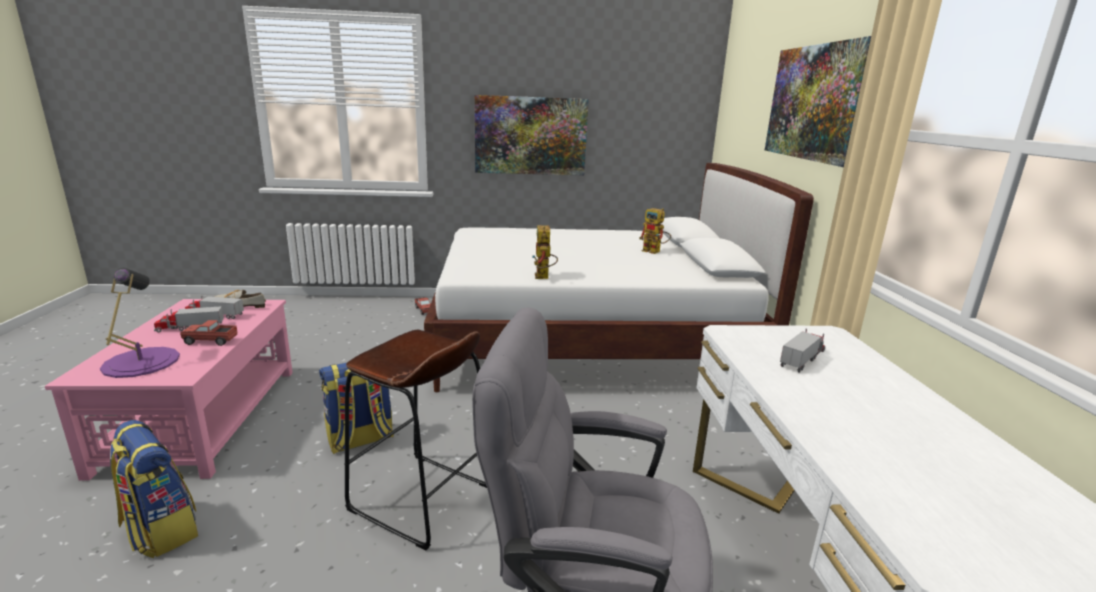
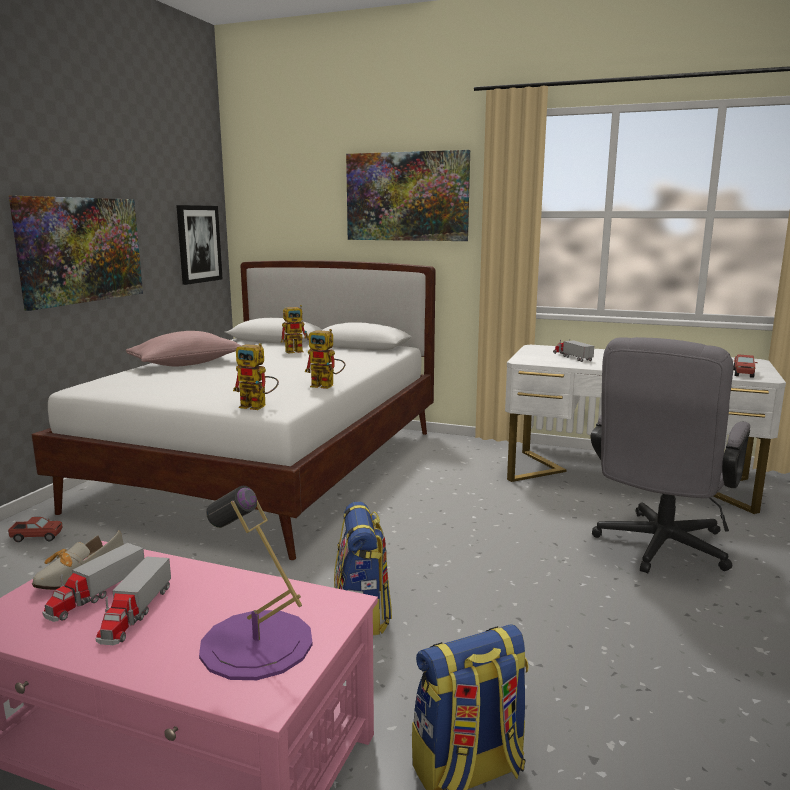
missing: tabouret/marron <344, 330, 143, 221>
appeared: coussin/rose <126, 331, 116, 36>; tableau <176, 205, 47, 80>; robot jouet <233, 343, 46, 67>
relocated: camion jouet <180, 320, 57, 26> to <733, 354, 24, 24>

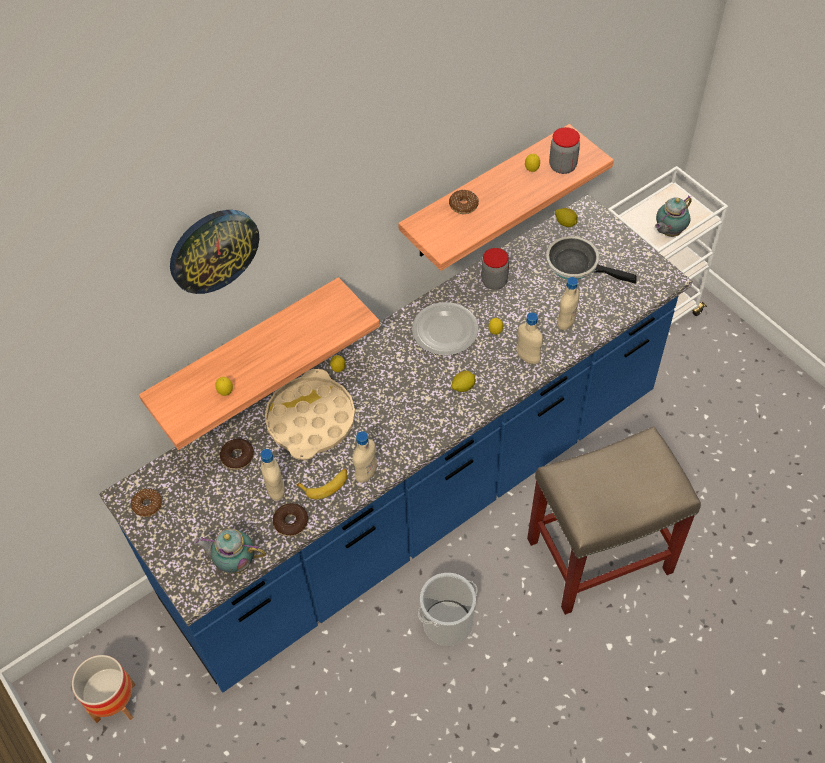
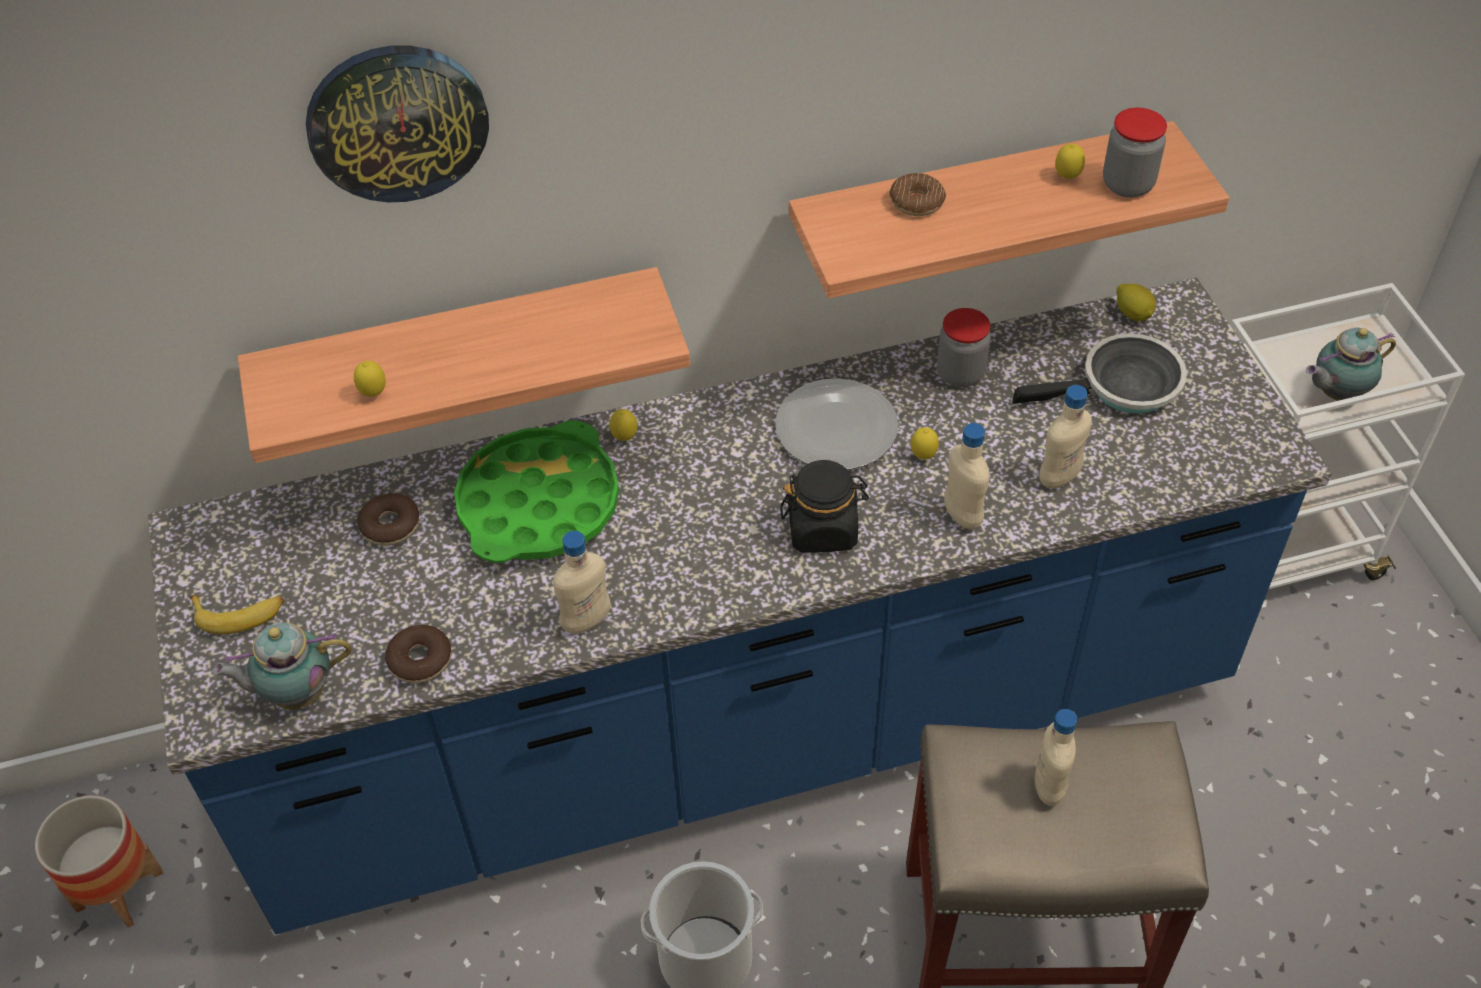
missing: beignet <131, 489, 31, 28>
relocated: bouteille/beige <260, 449, 25, 52> to <1035, 709, 42, 97>; banane <297, 469, 50, 31> to <190, 595, 94, 39>
exchanged: citron <451, 371, 24, 21> to bocal/noir <780, 460, 89, 93>
colour: plateau/beige <265, 369, 90, 91> to plateau/vert <454, 420, 165, 143>
spun: théière <194, 529, 72, 45> = <213, 622, 138, 87> 45 degrees counterclockwise; poêle <546, 236, 91, 48> = <1012, 333, 175, 81> 120 degrees clockwise

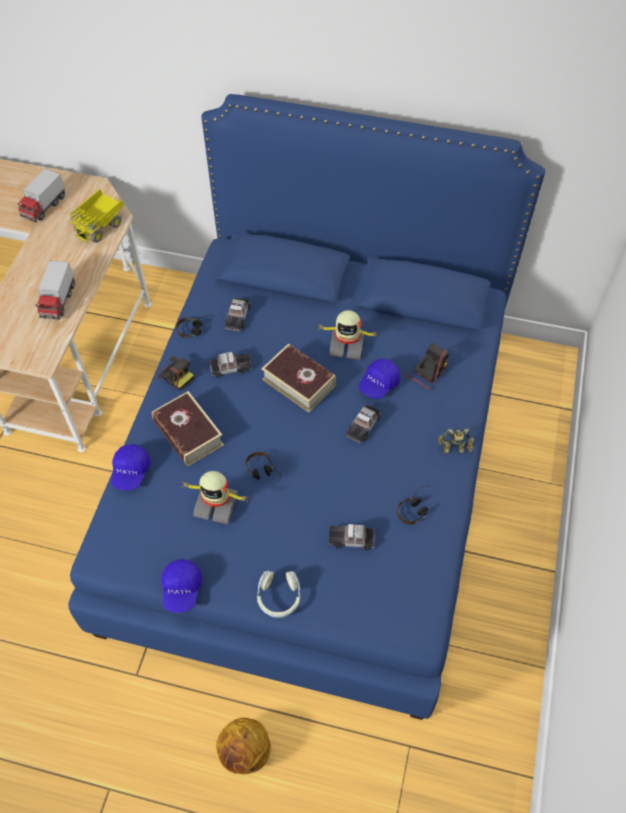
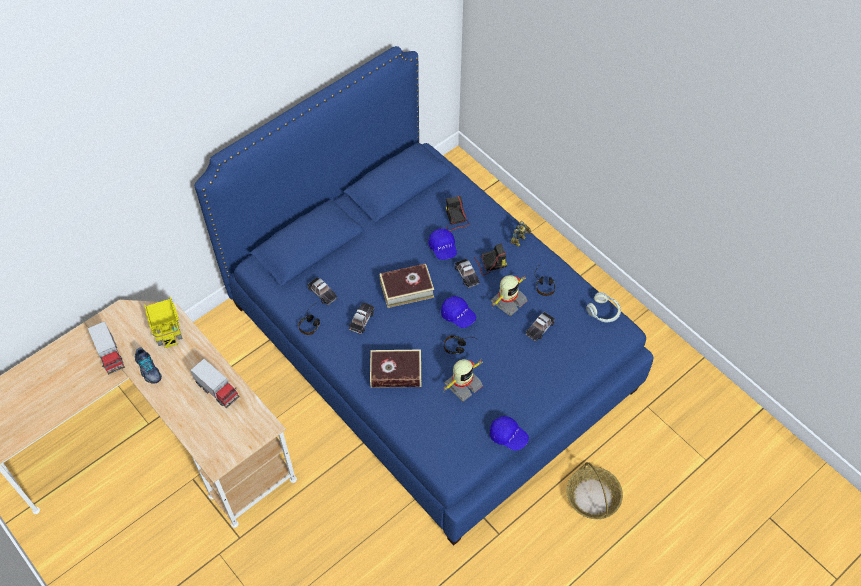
appeared: chaussure <135, 347, 27, 37>
relocated: casquette/bleu <111, 444, 40, 47> to <441, 296, 35, 32>; appareil photo <154, 355, 40, 35> to <475, 244, 32, 31>; casque audio <257, 571, 43, 47> to <586, 292, 35, 30>; robot jouet <316, 310, 63, 50> to <491, 274, 37, 42>
exchanged: ballon de basket <216, 718, 55, 56> to panier <567, 462, 56, 57>

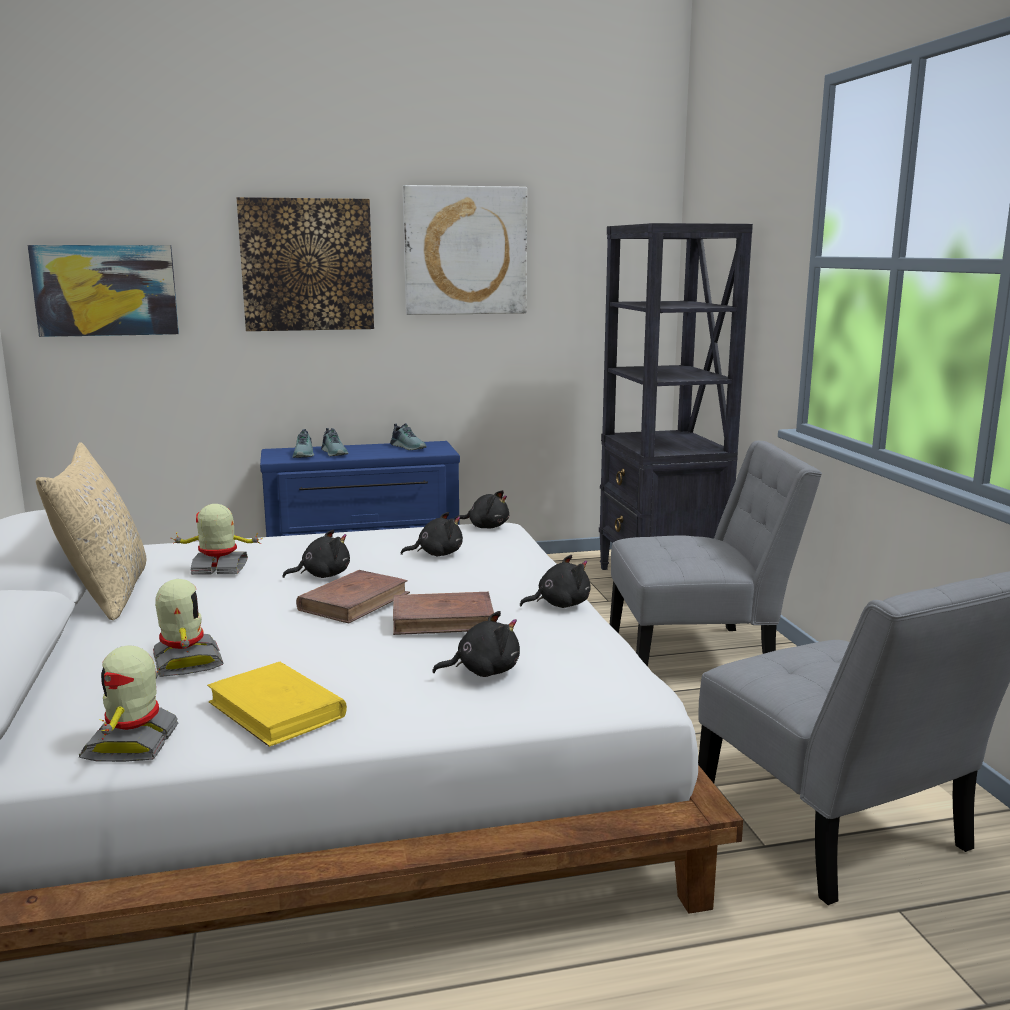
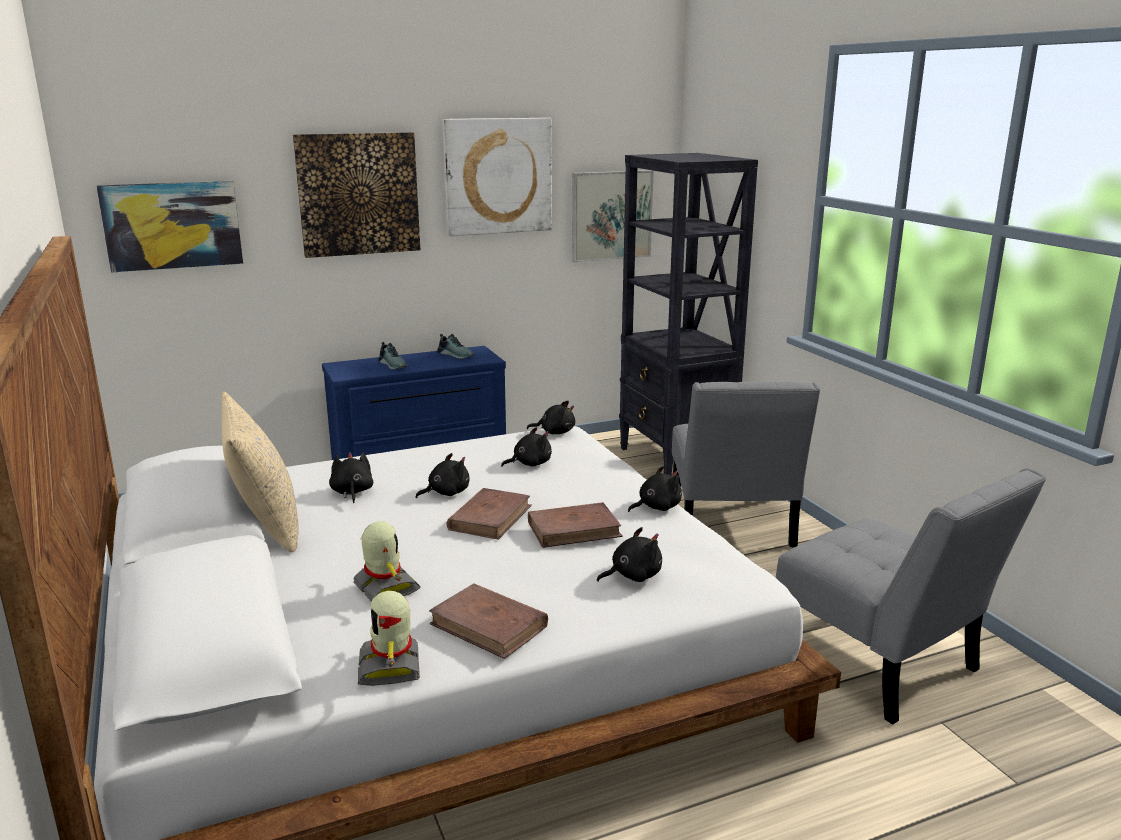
missing: chaussure <293, 429, 21, 29>
appeared: tableau <572, 170, 82, 92>
exchanged: robot jouet <171, 504, 91, 71> to peluche/noir <329, 452, 44, 51>
colour: livre/jaune <207, 662, 140, 85> to livre/marron <429, 583, 119, 76>
spun: chaise/gris <610, 441, 212, 225> = <672, 382, 149, 165> 105 degrees clockwise

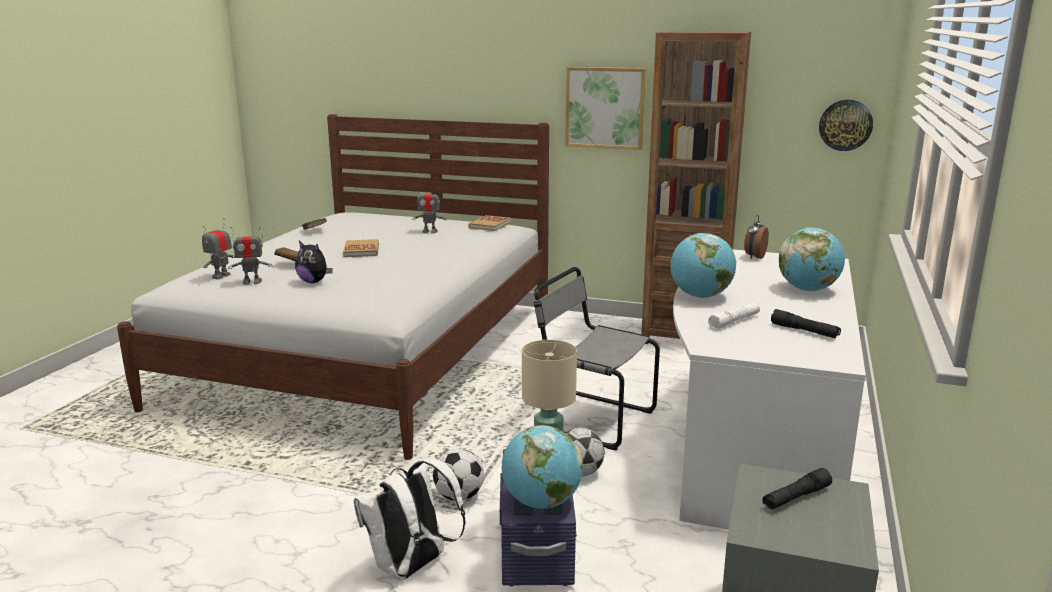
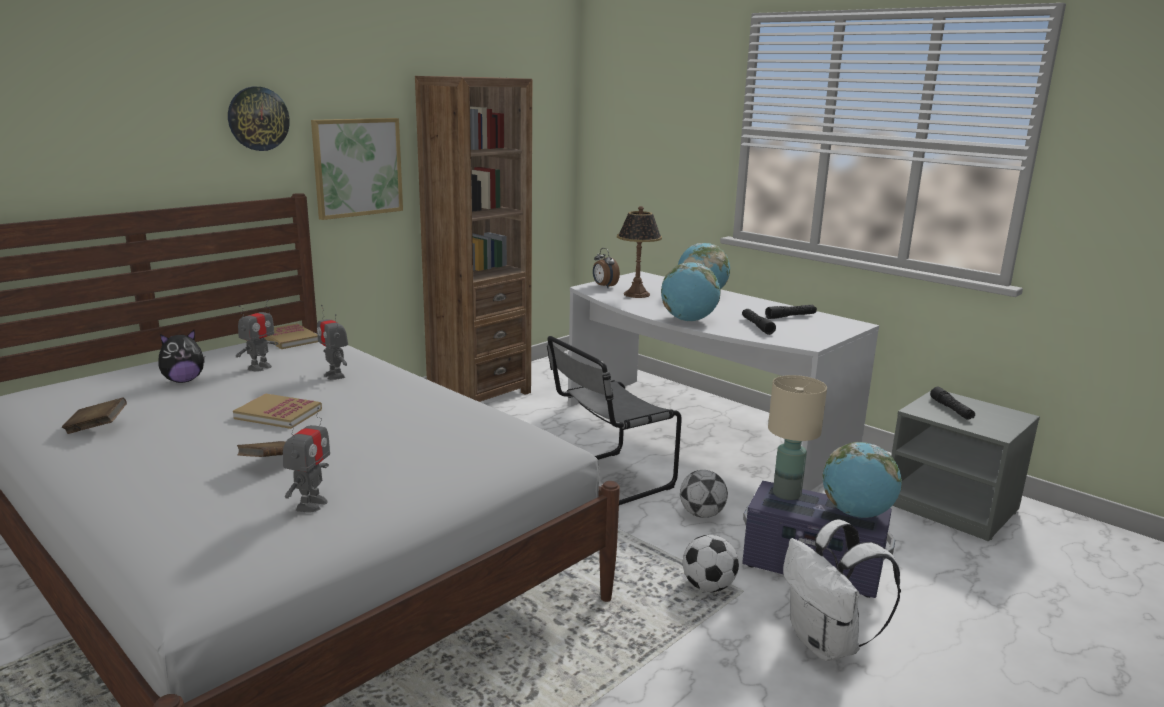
appeared: lampe de table <617, 206, 45, 92>
relocated: robot jouet <202, 218, 33, 61> to <317, 305, 31, 75>; peluche <295, 241, 38, 42> to <158, 330, 47, 53>; horloge murale <819, 100, 54, 51> to <228, 87, 62, 64>
colour: lampe de poche/blanc <708, 303, 52, 27> to lampe de poche/noir <742, 309, 34, 26>

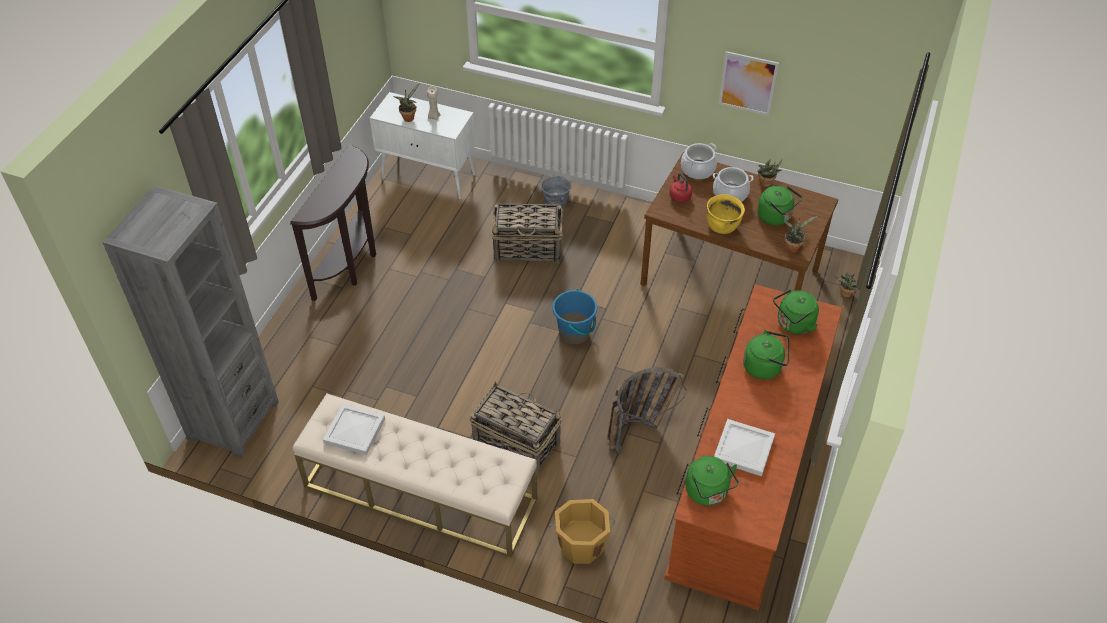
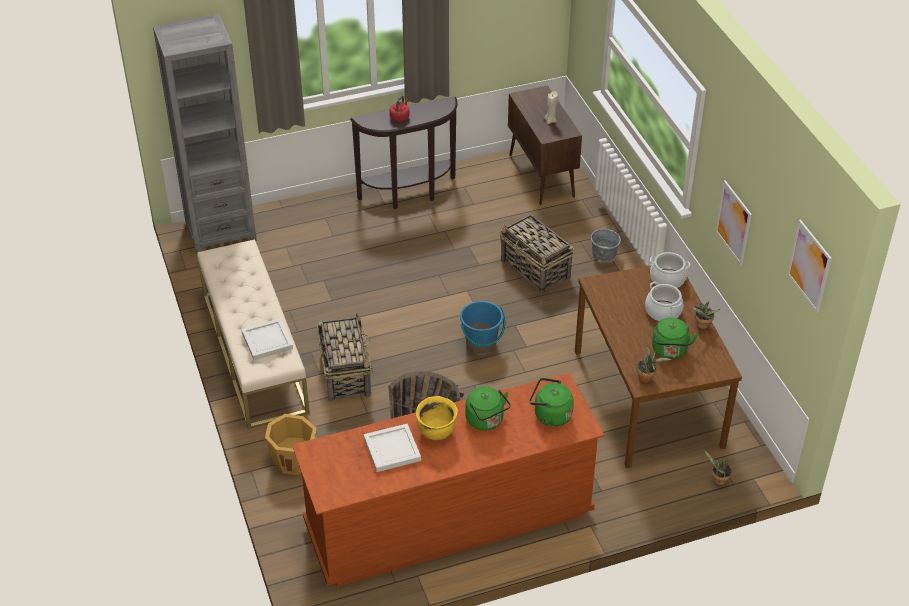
missing: plante en pot <393, 84, 26, 38>; bouilloire/vert <685, 456, 54, 50>
appeared: tableau <787, 219, 45, 94>
relocated: plateau/blanc <323, 404, 62, 51> to <241, 318, 52, 42>; bouilloire/rouge <670, 174, 22, 28> to <390, 96, 20, 26>; marmite/jaune <707, 194, 38, 40> to <416, 396, 42, 44>
colour: meuble de rangement/blanc <370, 92, 106, 107> to meuble de rangement/marron <508, 85, 74, 120>

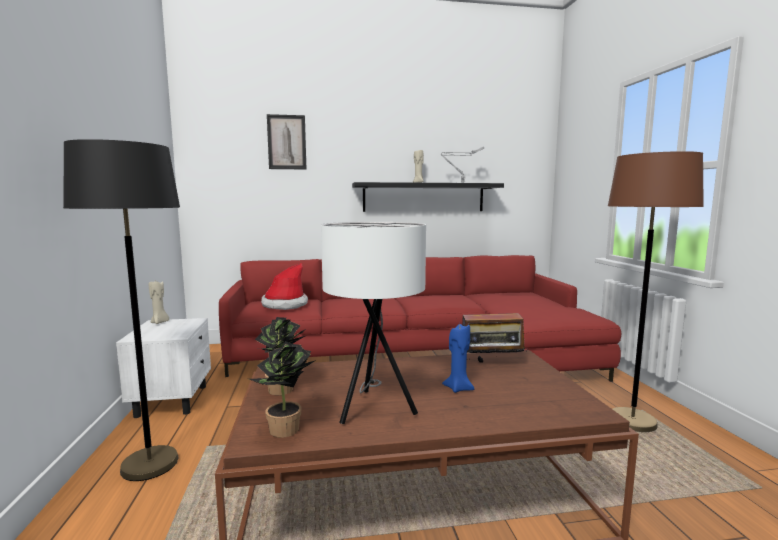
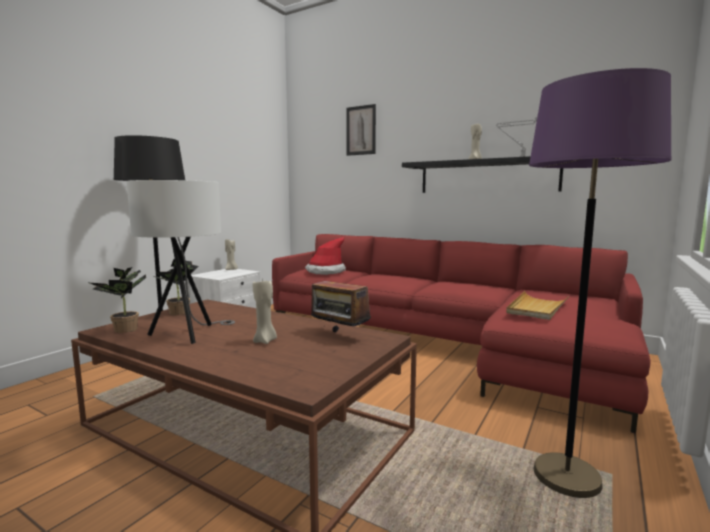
appeared: plateau/beige <506, 291, 63, 29>
colour: bougie/bleu <442, 324, 32, 69> to bougie/beige <253, 279, 24, 65>; lampadaire/marron <608, 151, 96, 281> to lampadaire/violet <529, 68, 143, 430>

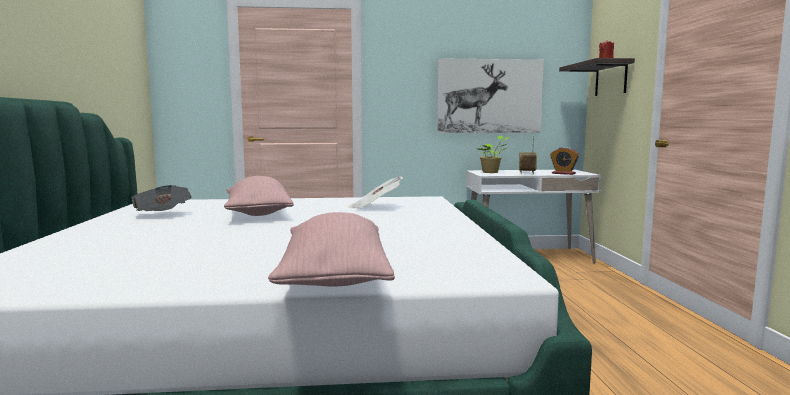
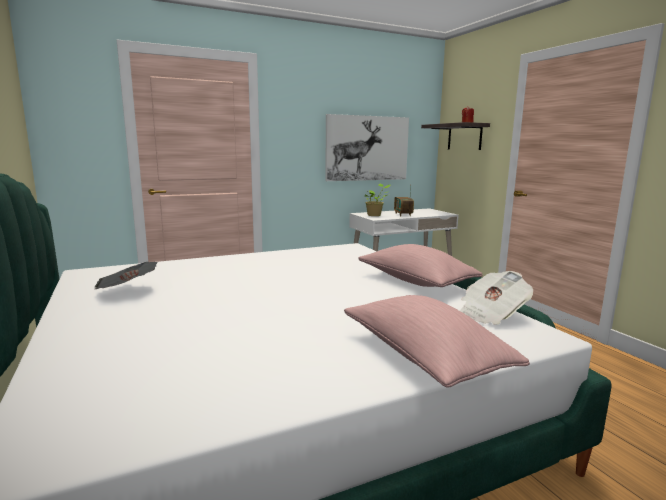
missing: réveil <550, 147, 29, 28>
relocated: coussin/rose <224, 176, 70, 40> to <358, 244, 125, 43>; journal <348, 176, 55, 33> to <460, 271, 73, 54>

